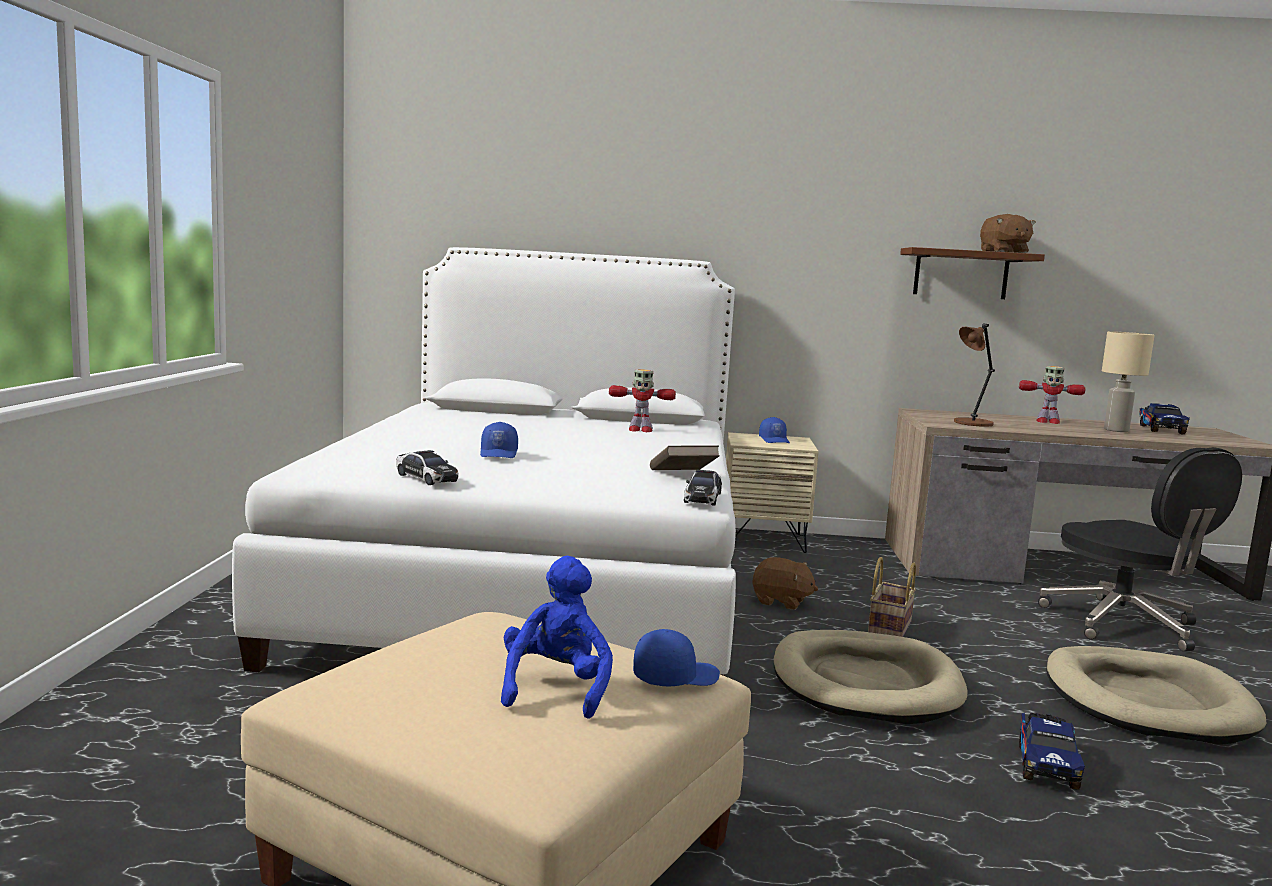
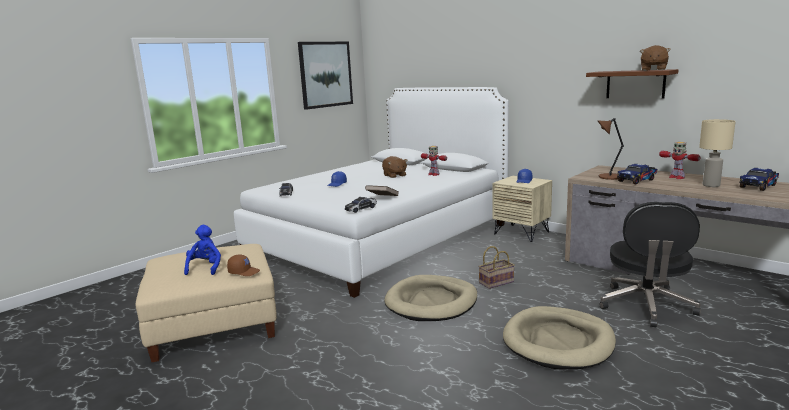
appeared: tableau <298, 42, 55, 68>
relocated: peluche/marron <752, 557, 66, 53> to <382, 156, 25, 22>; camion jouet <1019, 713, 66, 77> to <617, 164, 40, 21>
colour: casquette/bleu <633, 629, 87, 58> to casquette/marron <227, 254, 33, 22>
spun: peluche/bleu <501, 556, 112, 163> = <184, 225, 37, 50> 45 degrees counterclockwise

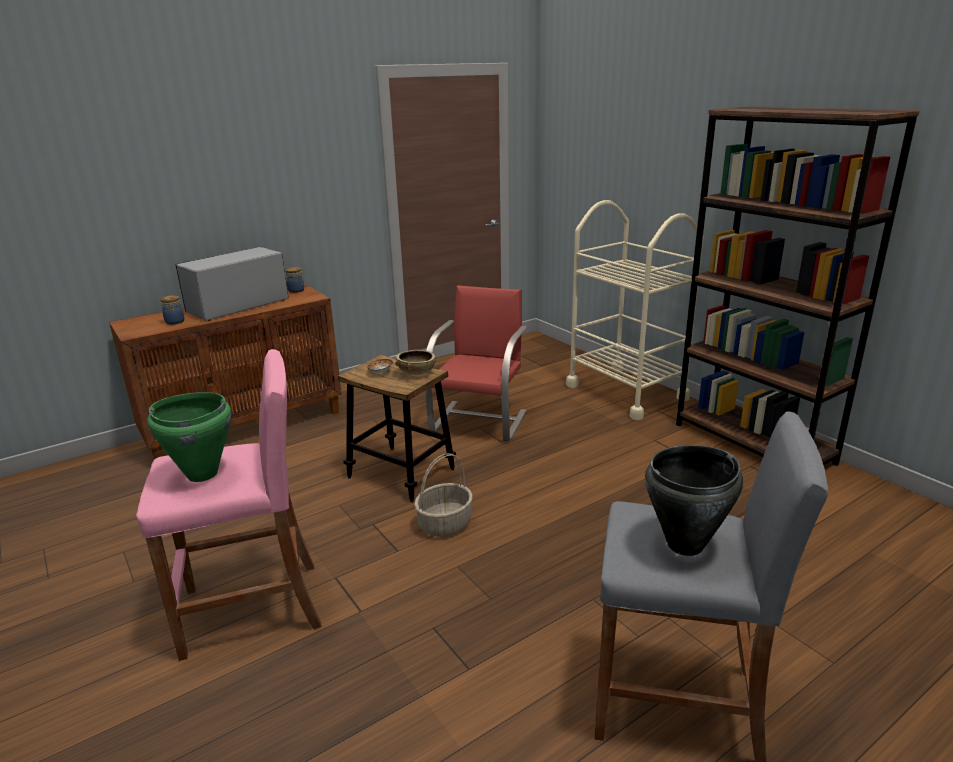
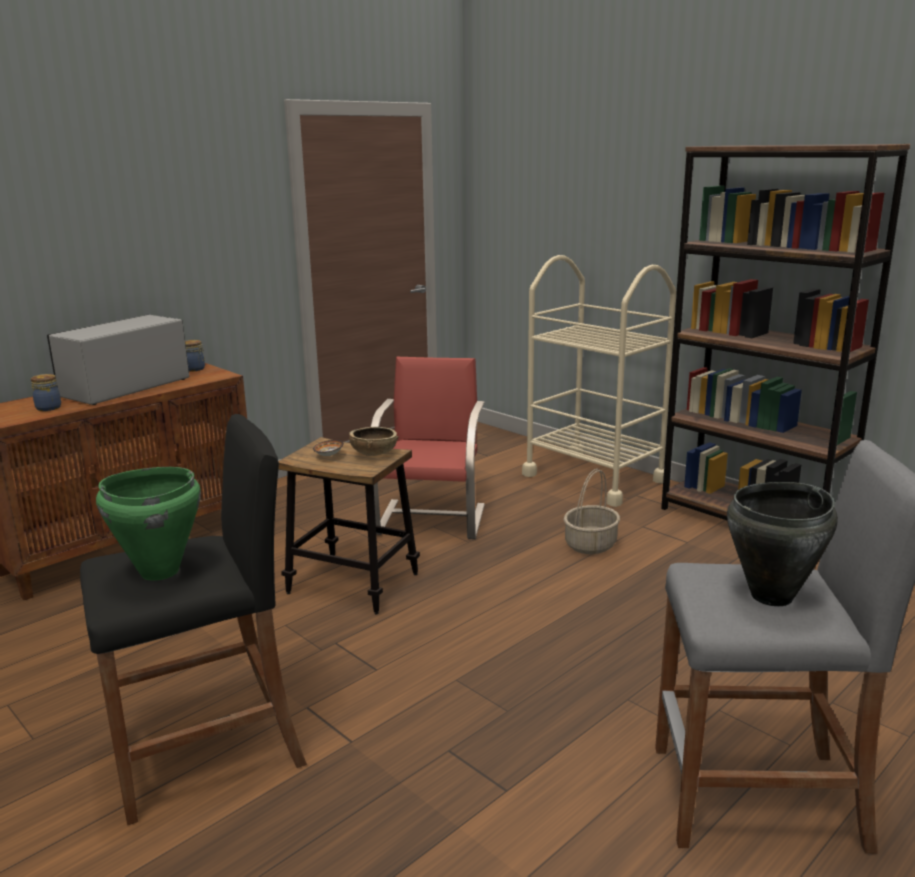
relocated: panier <414, 453, 59, 83> to <564, 469, 56, 85>
colour: tabouret/rose <136, 349, 186, 312> to tabouret/noir <80, 414, 227, 411>

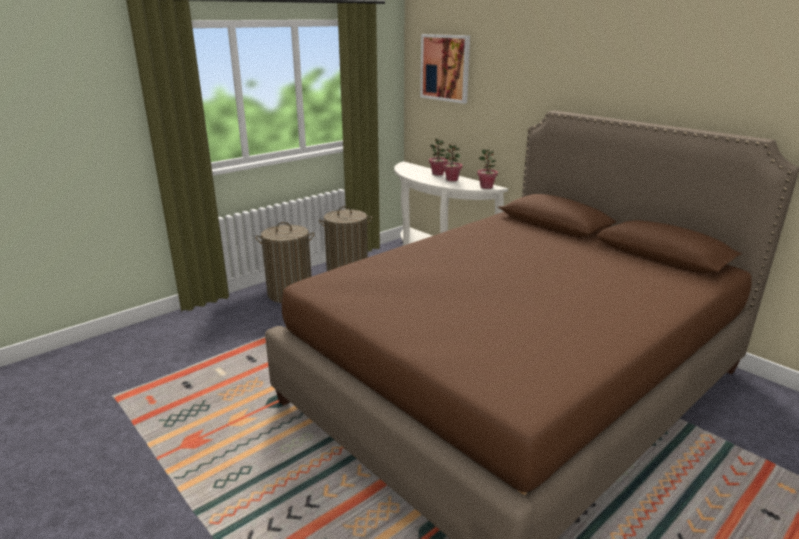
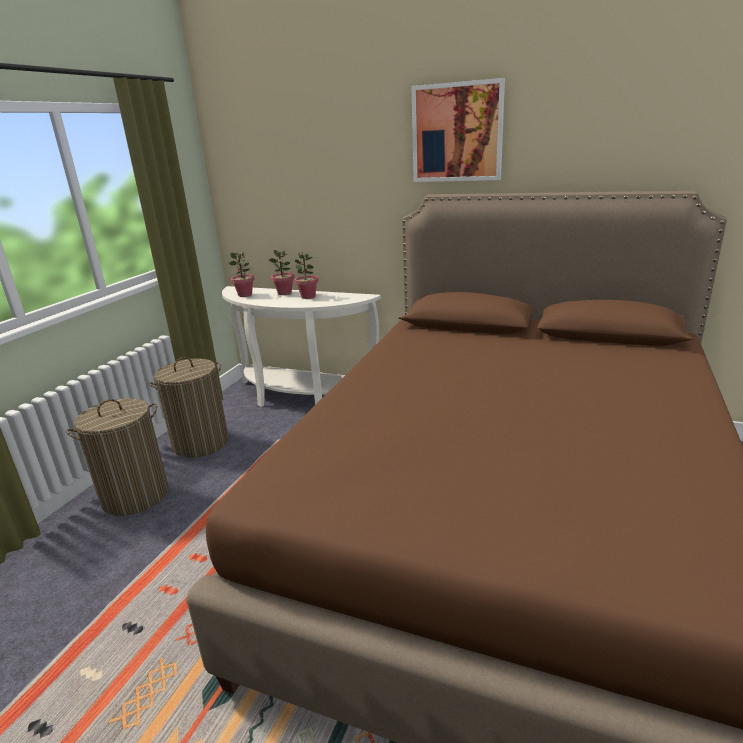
relocated: tableau <420, 34, 50, 70> to <412, 78, 93, 104>; plante en pot <477, 149, 21, 40> to <229, 252, 25, 45>

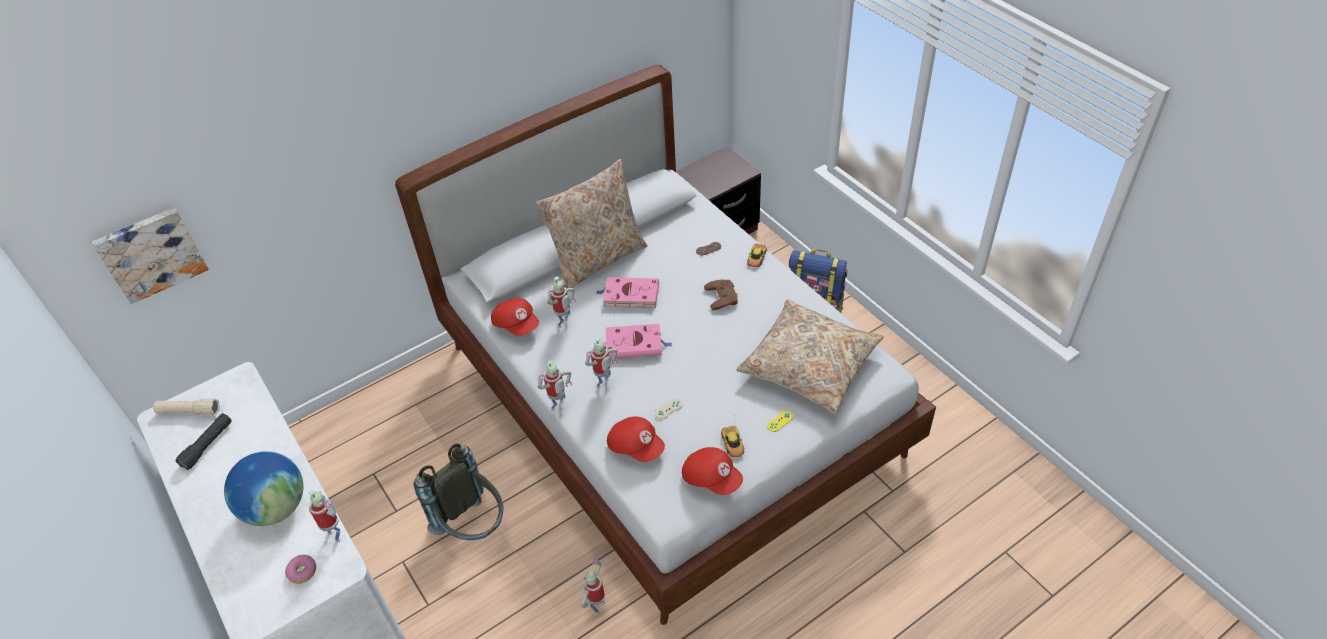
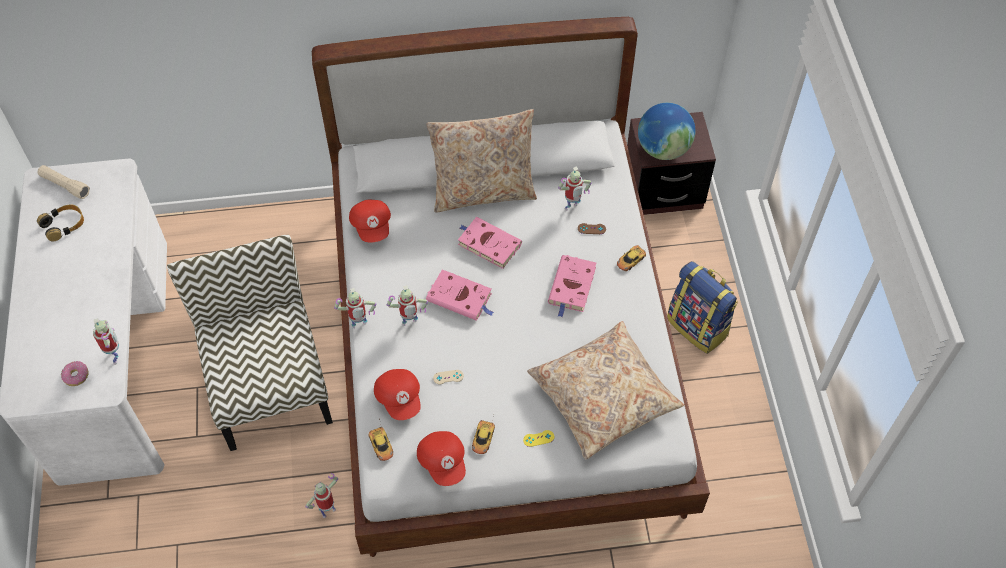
missing: tableau <92, 207, 117, 97>
appeared: petite voiture <369, 419, 24, 42>
relocated: globe <224, 451, 79, 75> to <638, 103, 57, 57>; robot jouet <547, 276, 29, 52> to <558, 167, 34, 44>
exchanged: lampe de poche/noir <176, 413, 56, 57> to casque audio <37, 205, 47, 36>; sac à dos/gris <413, 443, 90, 97> to chaise <167, 235, 166, 216>; manette/marron <704, 280, 34, 30> to livre/rose <548, 255, 48, 62>

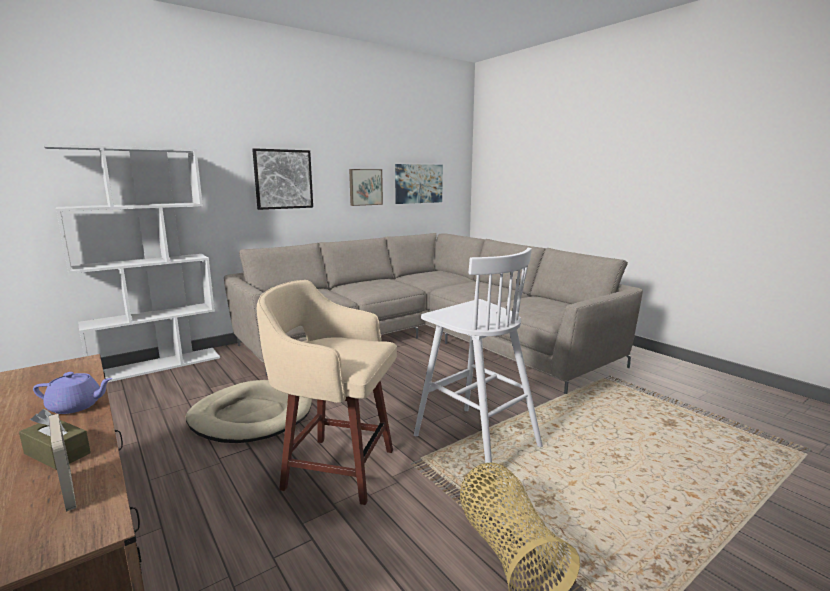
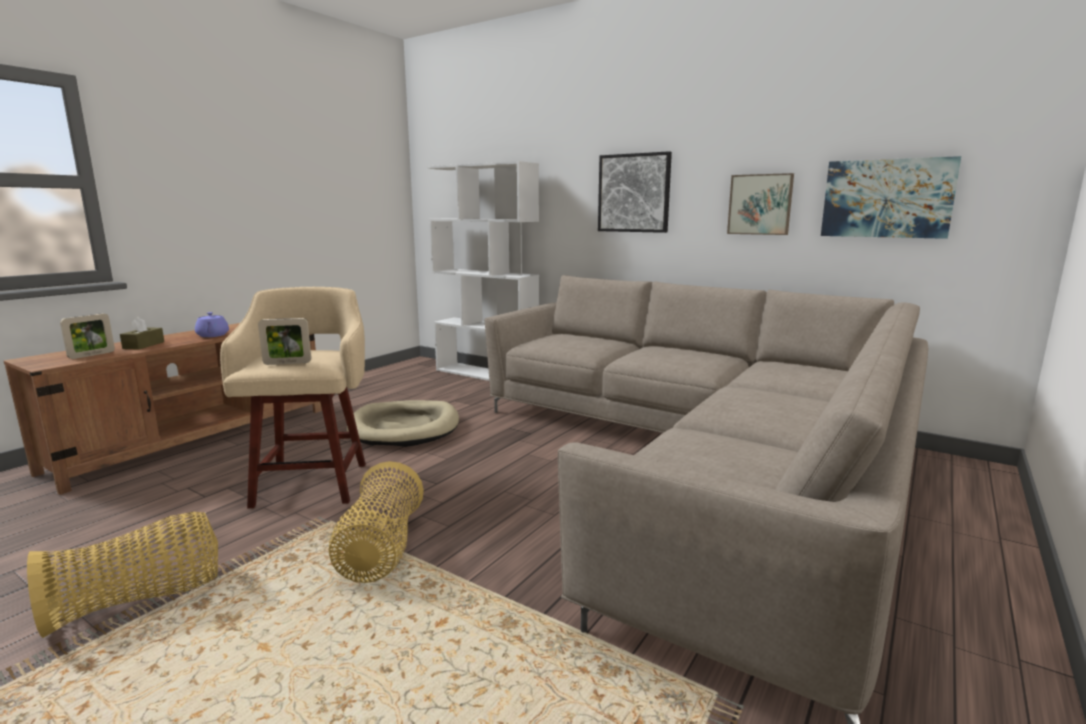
appeared: cadre photo <258, 318, 53, 47>
exchanged: tabouret/blanc <414, 248, 129, 225> to panier <329, 461, 95, 122>

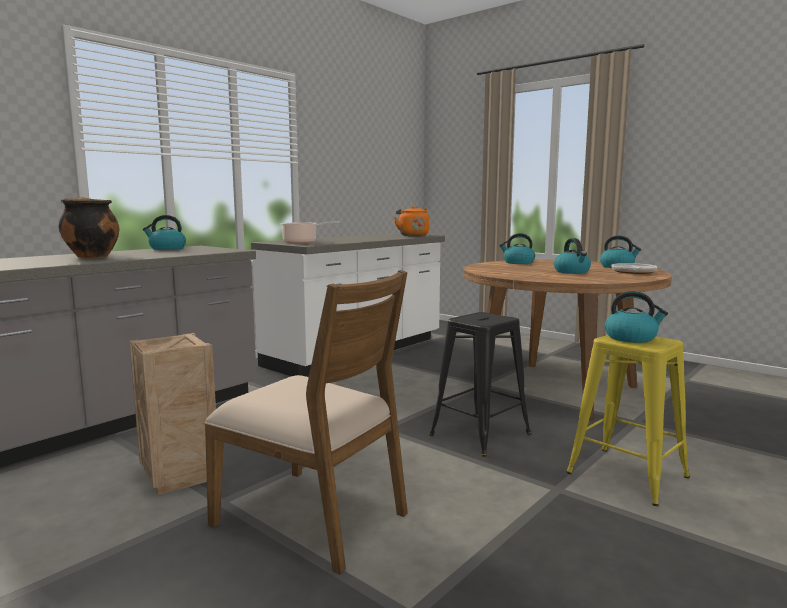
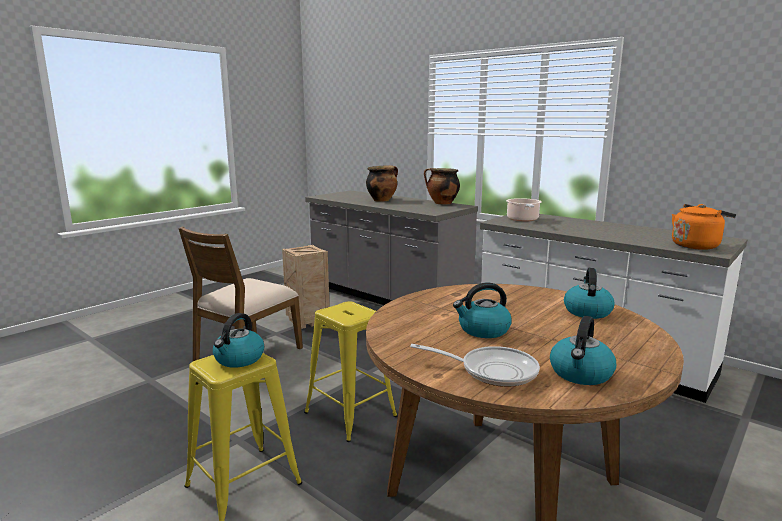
exchanged: bouilloire <143, 215, 43, 35> to marmite <424, 168, 36, 37>
colour: tabouret/noir <429, 312, 102, 145> to tabouret/jaune <304, 301, 93, 141>

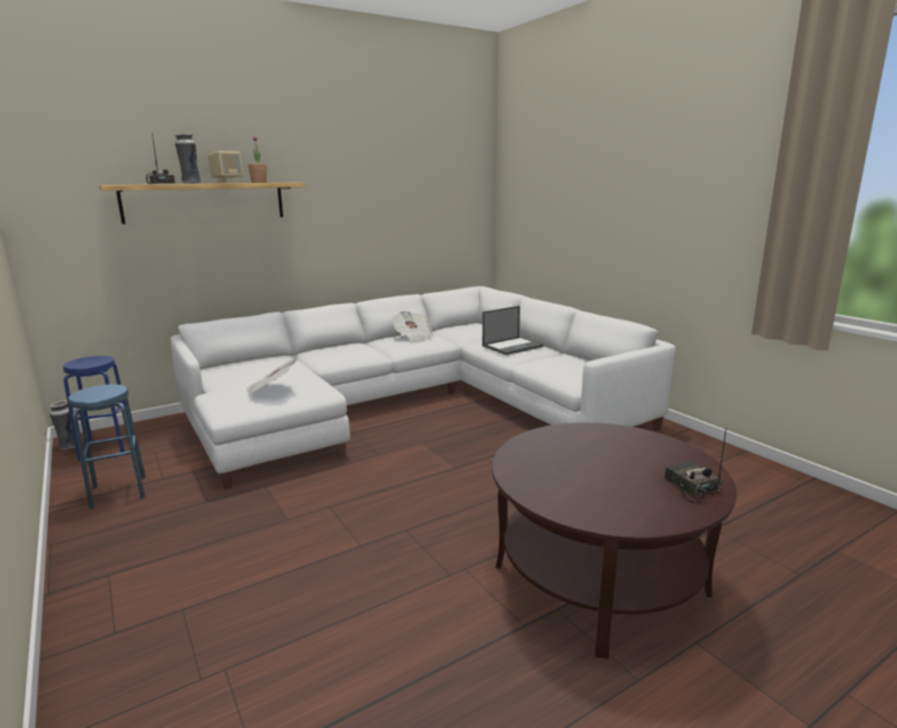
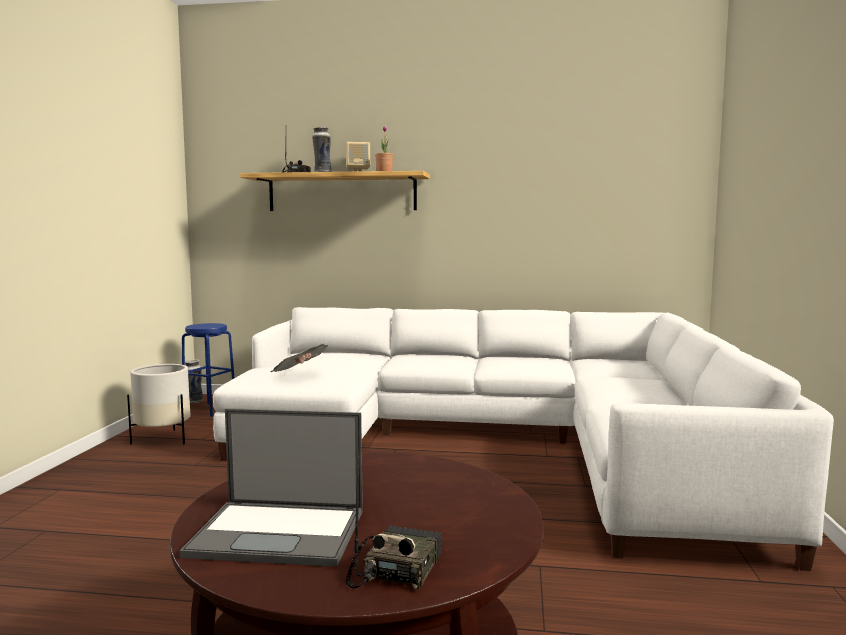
missing: journal <393, 311, 40, 32>
relocated: ordinateur portable <482, 306, 61, 49> to <180, 409, 183, 158>
exchanged: tabouret/bleu <68, 384, 78, 125> to cache-pot/blanc <127, 364, 64, 81>

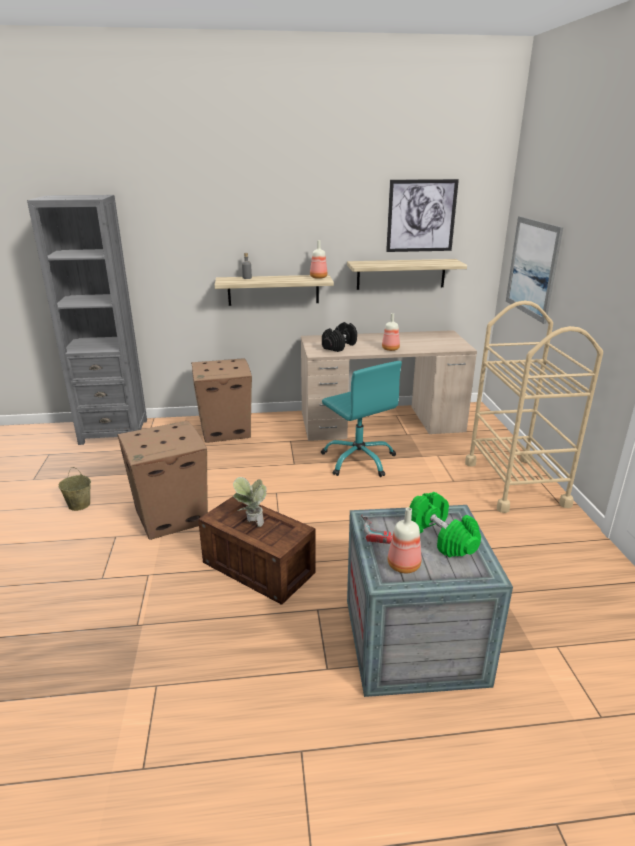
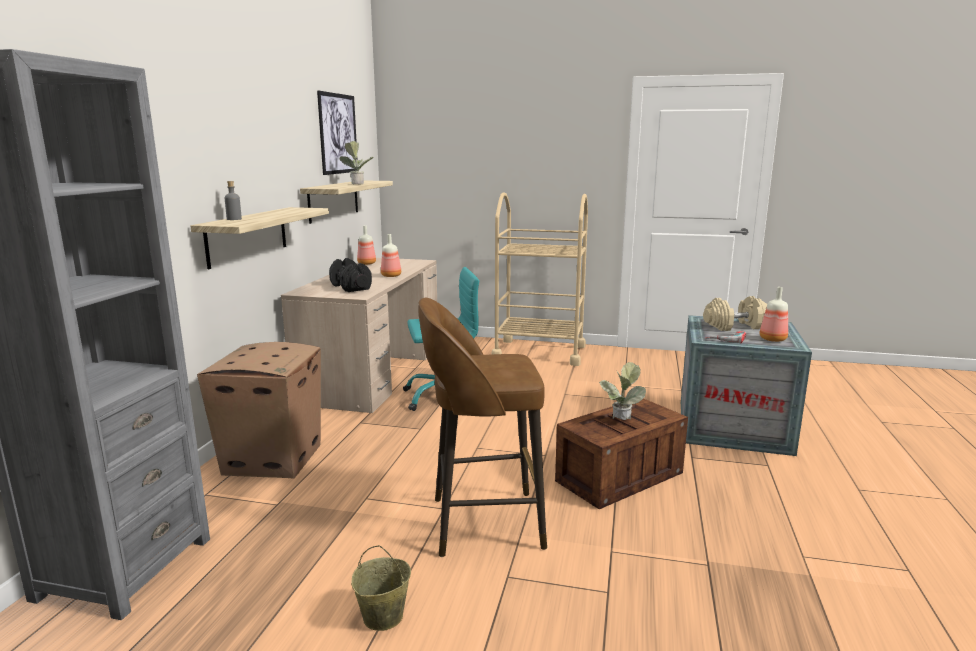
missing: tableau <506, 216, 57, 108>
appeared: plante en pot <339, 141, 35, 44>
relocated: bouteille <310, 240, 18, 39> to <357, 225, 19, 40>
exchanged: carton <117, 421, 91, 119> to tabouret/marron <418, 298, 129, 259>
colour: haltère/vert <409, 492, 72, 66> to haltère/beige <703, 296, 64, 35>

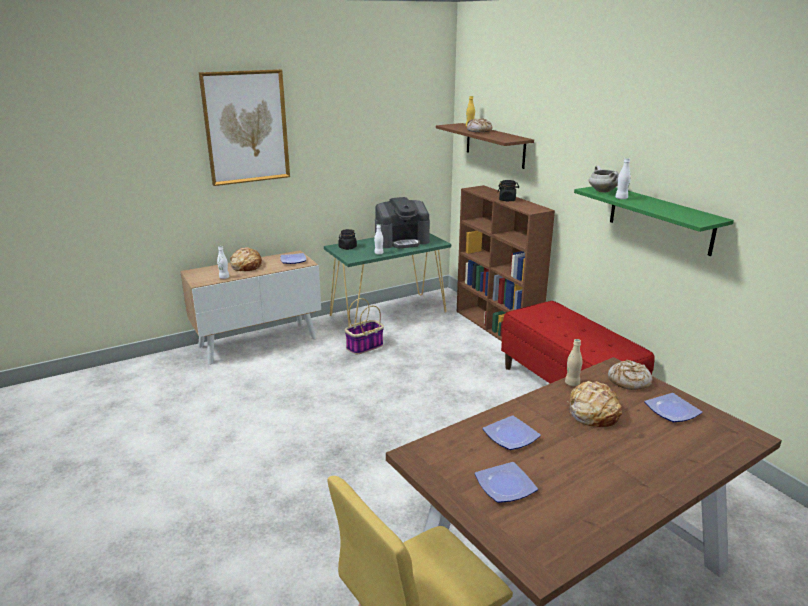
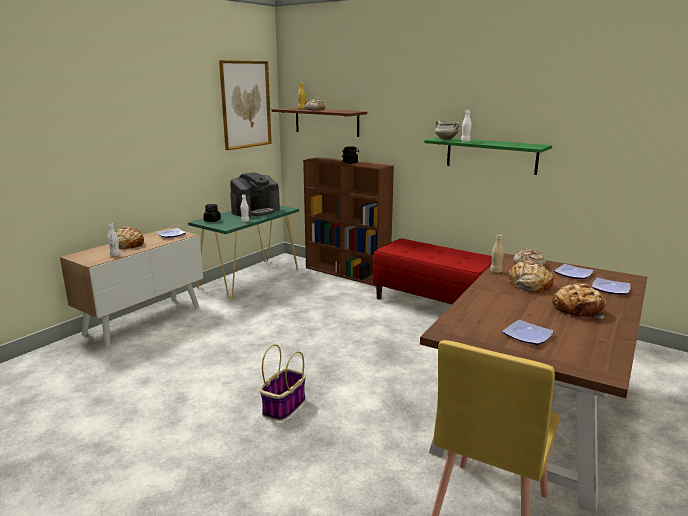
appeared: pain <552, 283, 54, 36>
relocated: tableau <199, 69, 91, 117> to <219, 60, 53, 90>; panier <345, 298, 39, 57> to <260, 344, 46, 77>; assiette <483, 415, 58, 35> to <592, 278, 38, 17>

